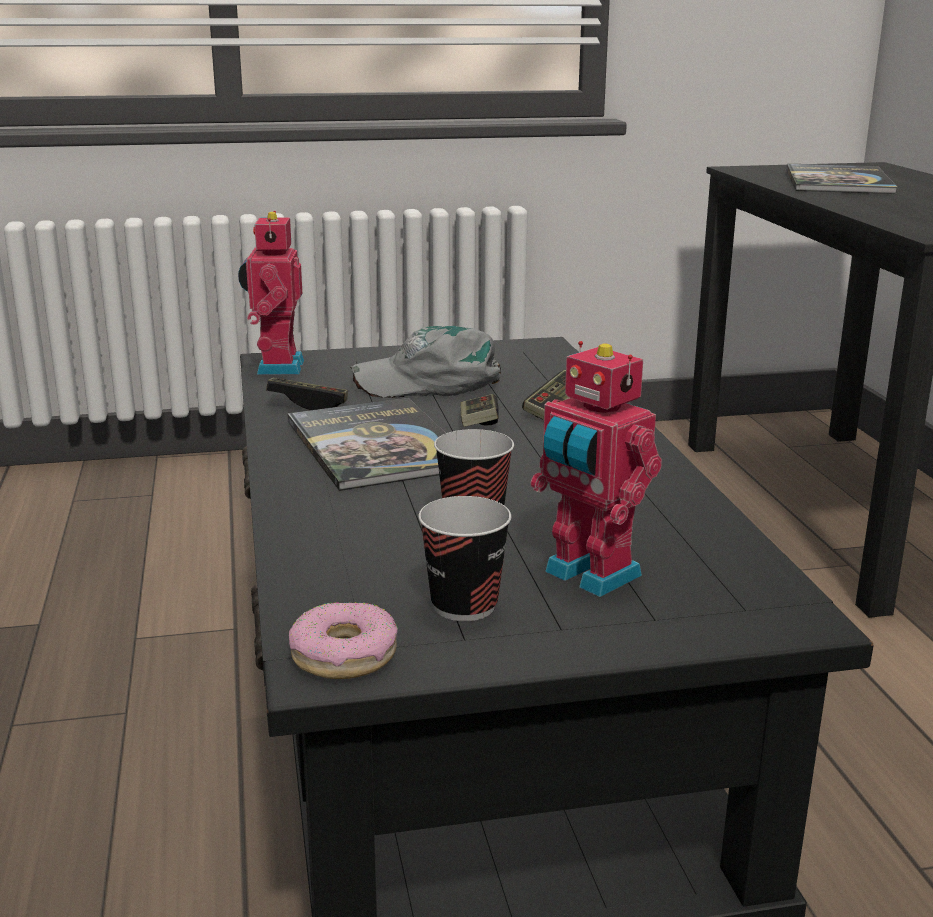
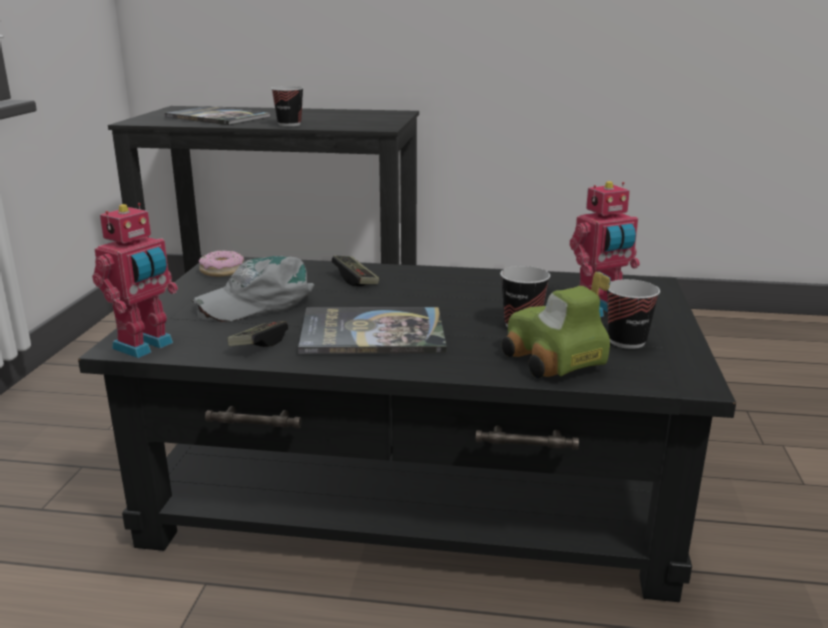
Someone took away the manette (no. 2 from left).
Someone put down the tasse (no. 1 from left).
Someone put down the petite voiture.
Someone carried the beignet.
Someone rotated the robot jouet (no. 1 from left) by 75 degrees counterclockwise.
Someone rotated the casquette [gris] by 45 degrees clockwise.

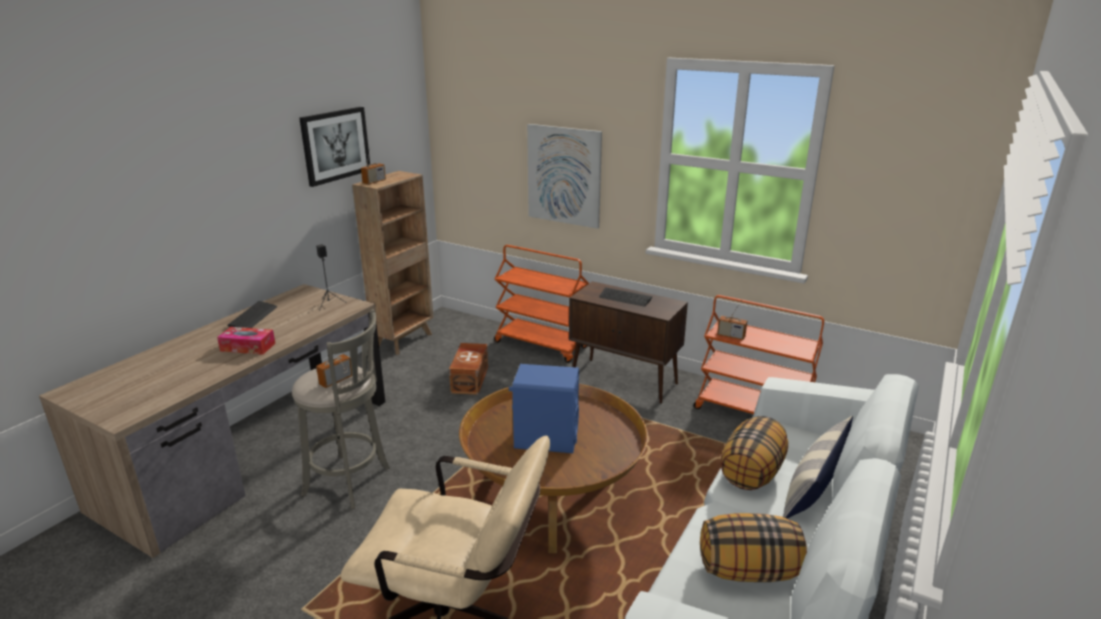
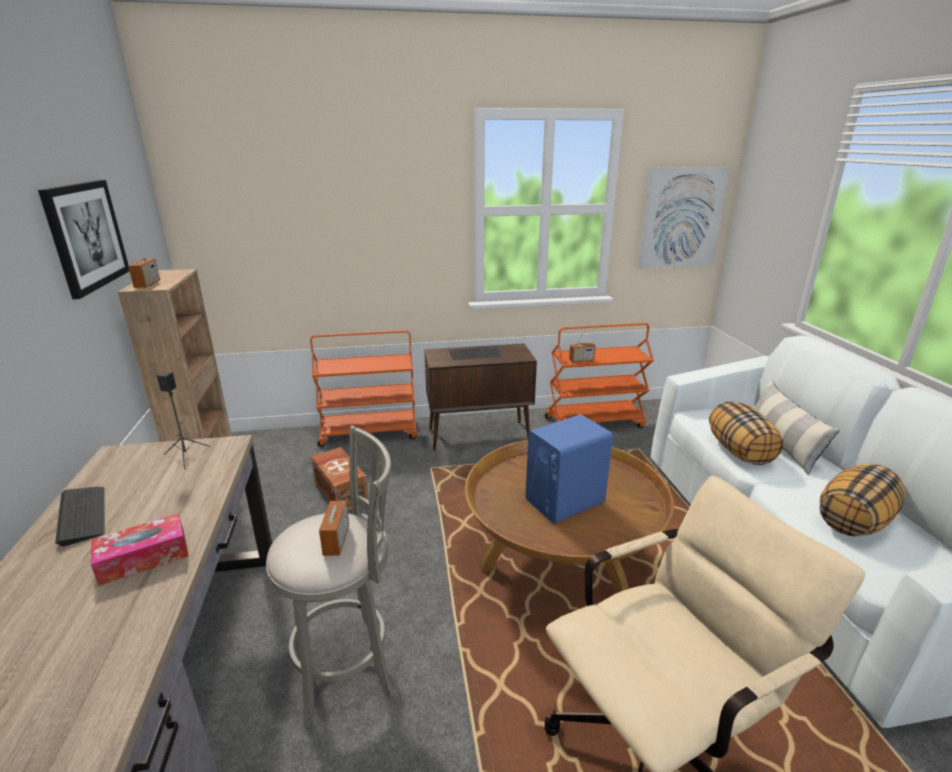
Someone carried the tableau (no. 2 from left).

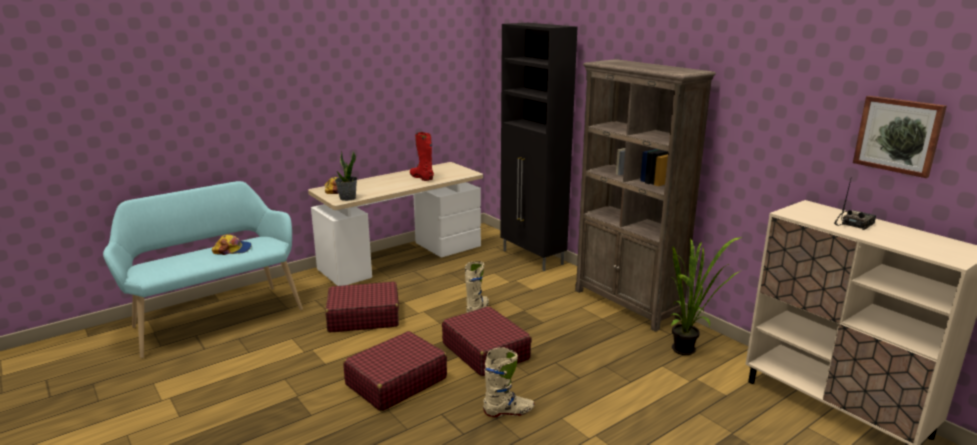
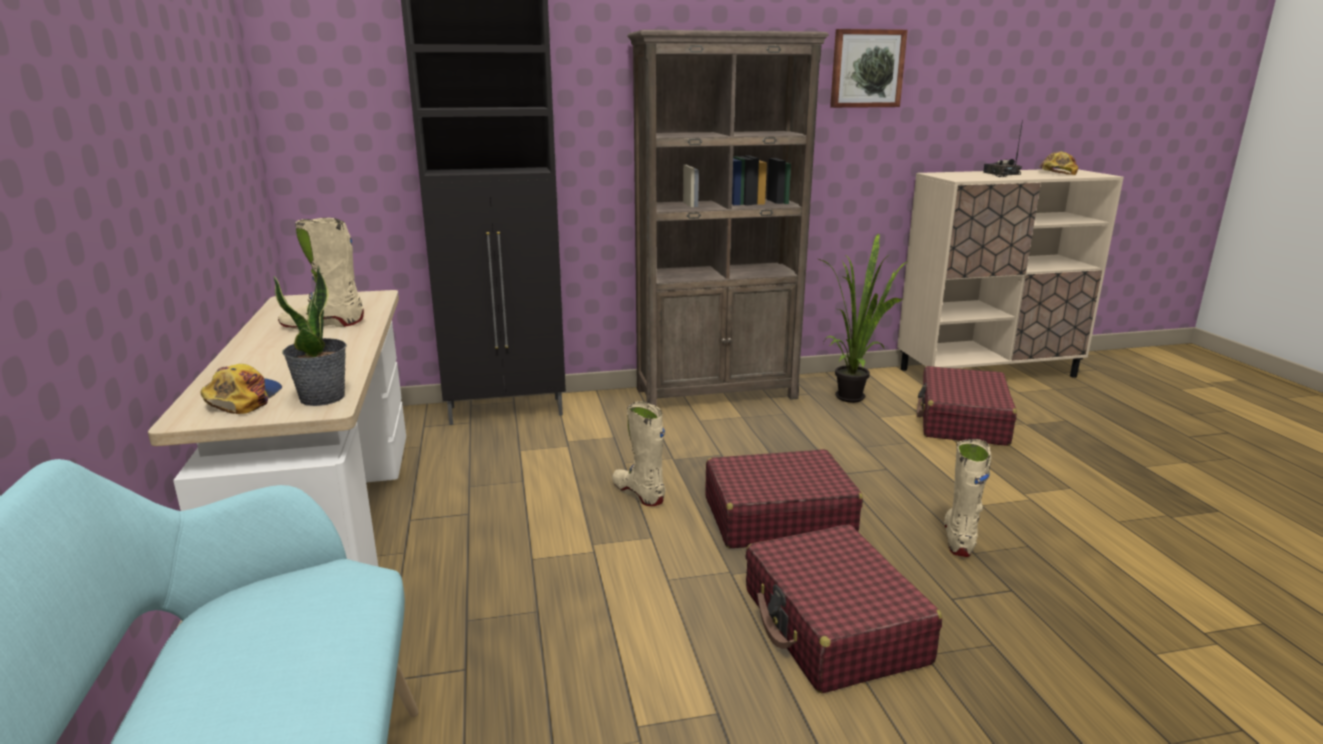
Someone carried the casquette (no. 1 from left in the first image).
Someone carried the valise [rouge] (no. 1 from left in the first image).
Someone carried the tableau.
Someone repainted the botte [rouge], which became the botte [beige] (no. 1 from left).

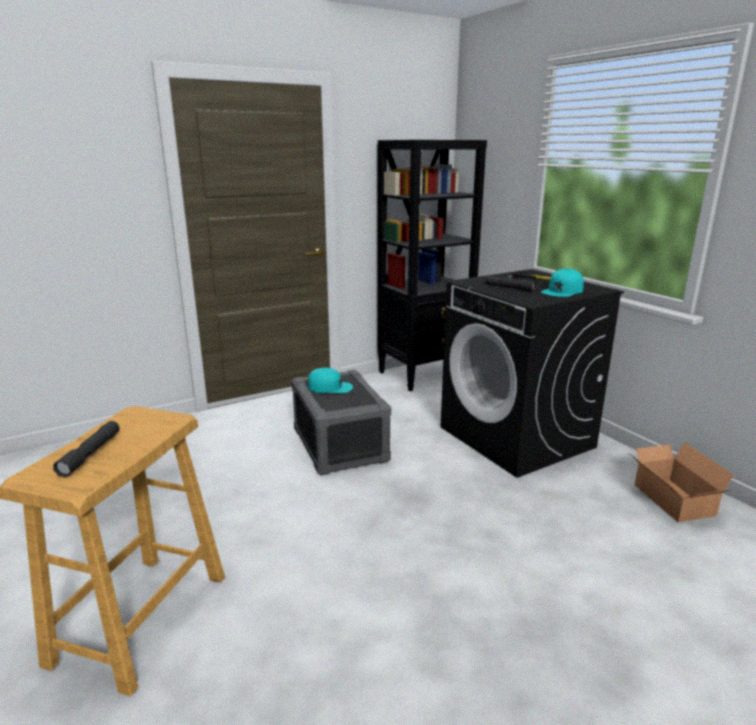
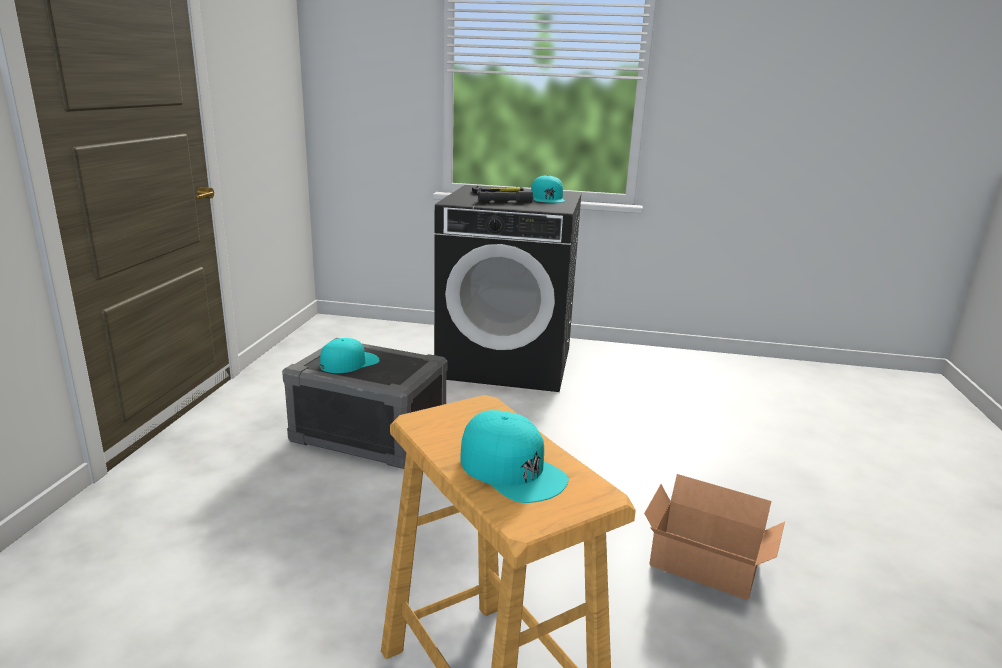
Someone took away the bibliothèque [noir].
Someone carried the carton.
Someone swapped the lampe de poche [gris] (no. 1 from left) for the casquette [turquoise] (no. 2 from left).

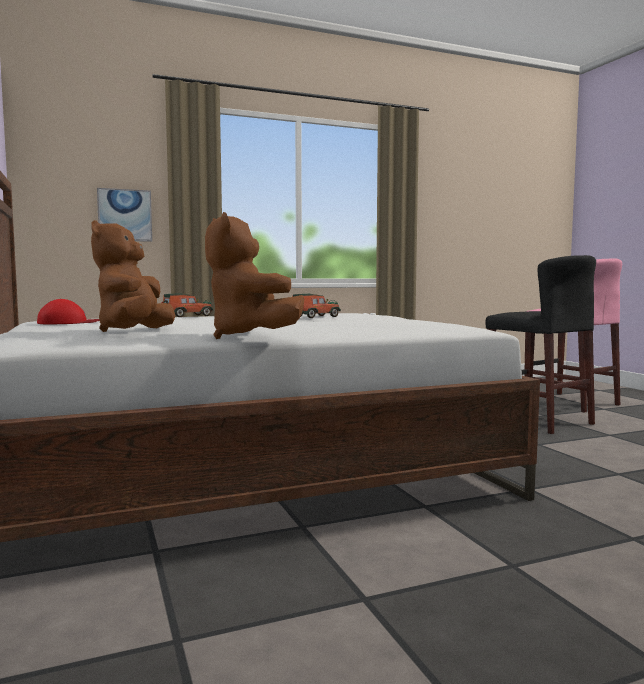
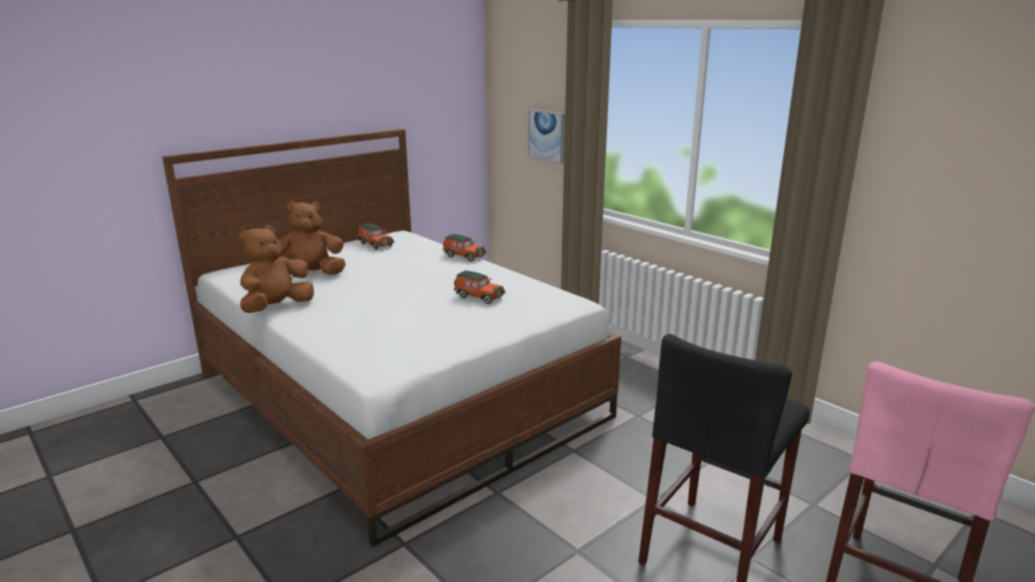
Someone swapped the casquette [rouge] for the petite voiture (no. 1 from left).

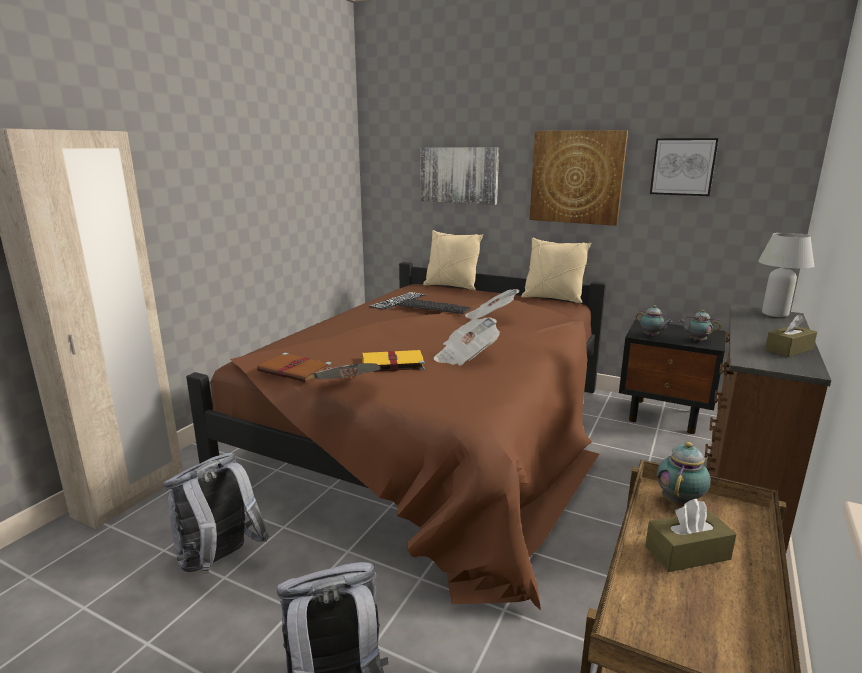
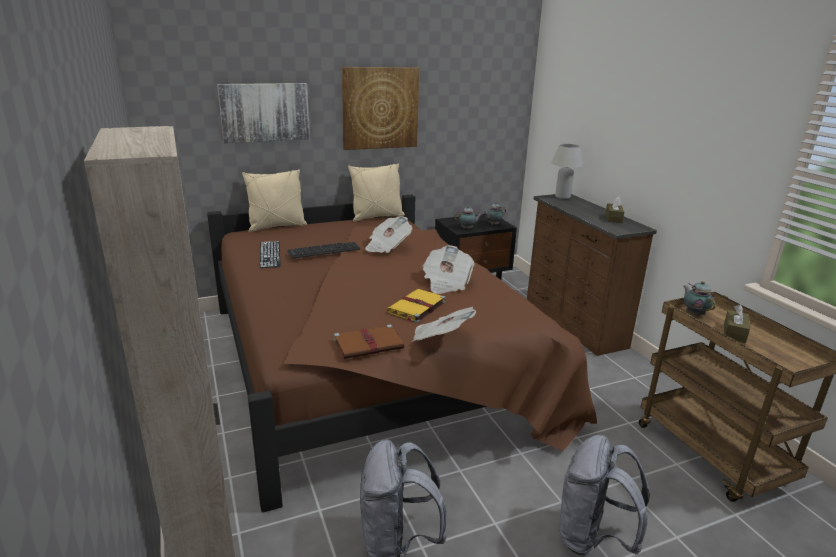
Someone took away the tableau (no. 3 from left).

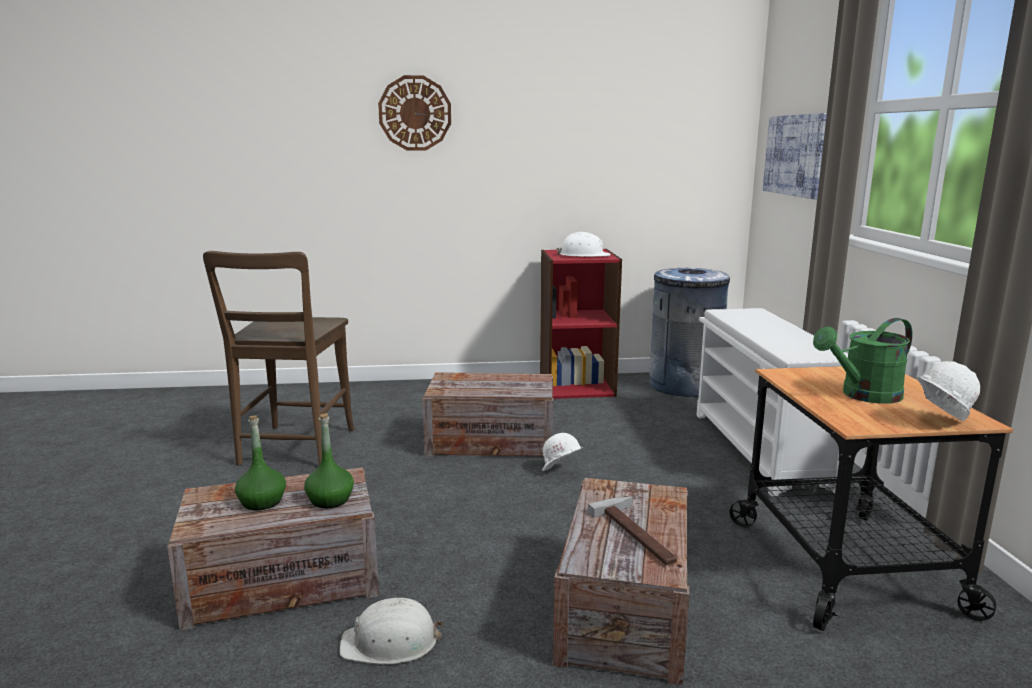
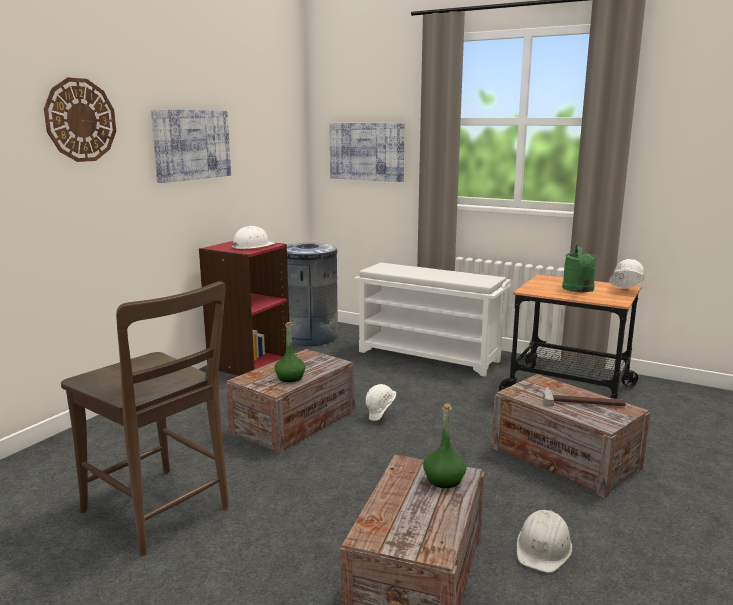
Someone put up the tableau (no. 1 from left).
Someone carried the bouteille [vert] (no. 1 from left).

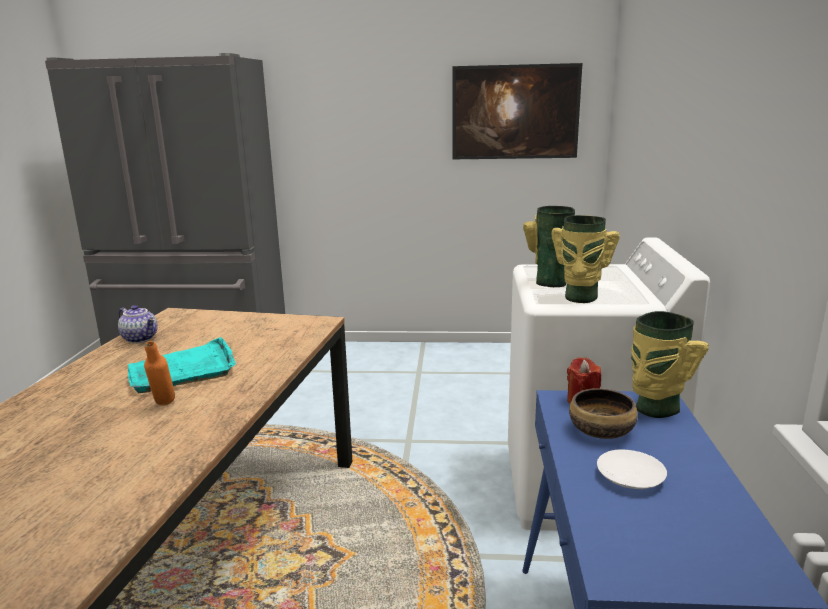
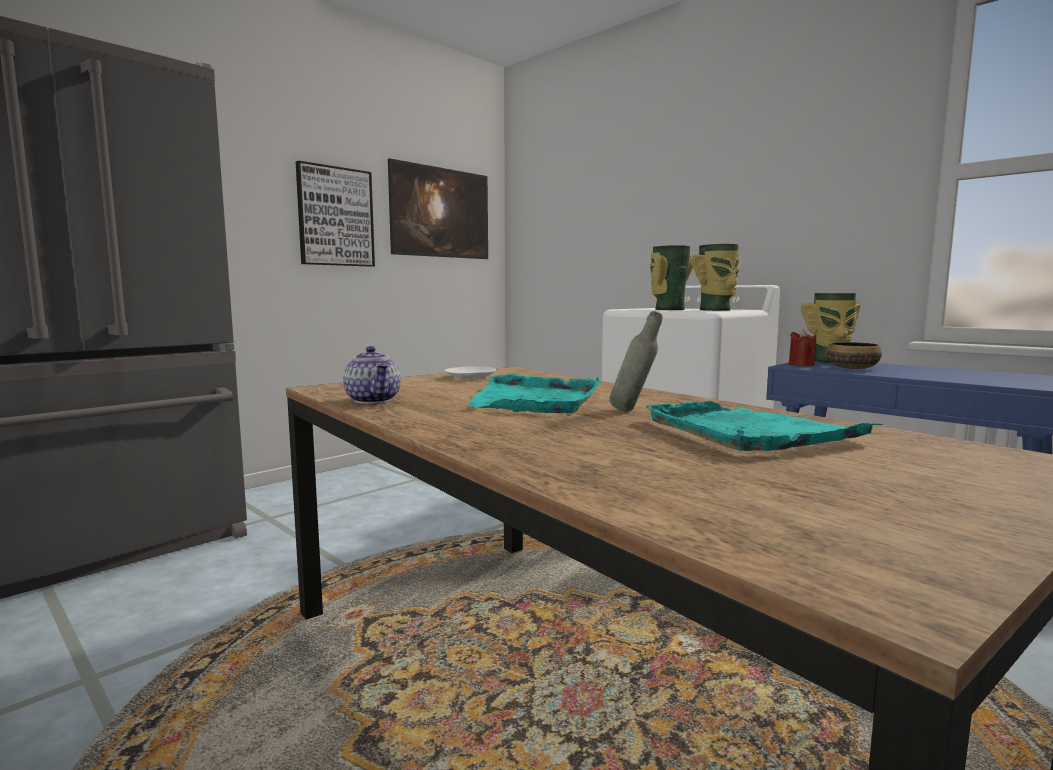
Someone put up the tableau (no. 1 from left).
Someone put down the plateau [turquoise] (no. 2 from left).
Someone carried the assiette [blanc].
Someone repainted the bouteille [orange], which became the bouteille [gris].
Someone rotated the théière by 75 degrees clockwise.

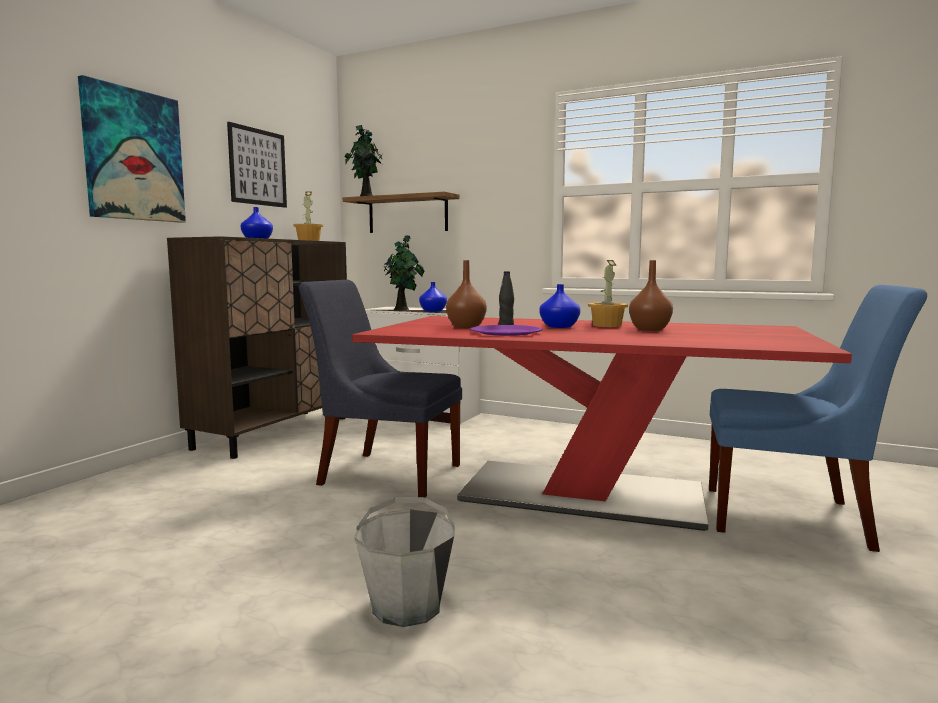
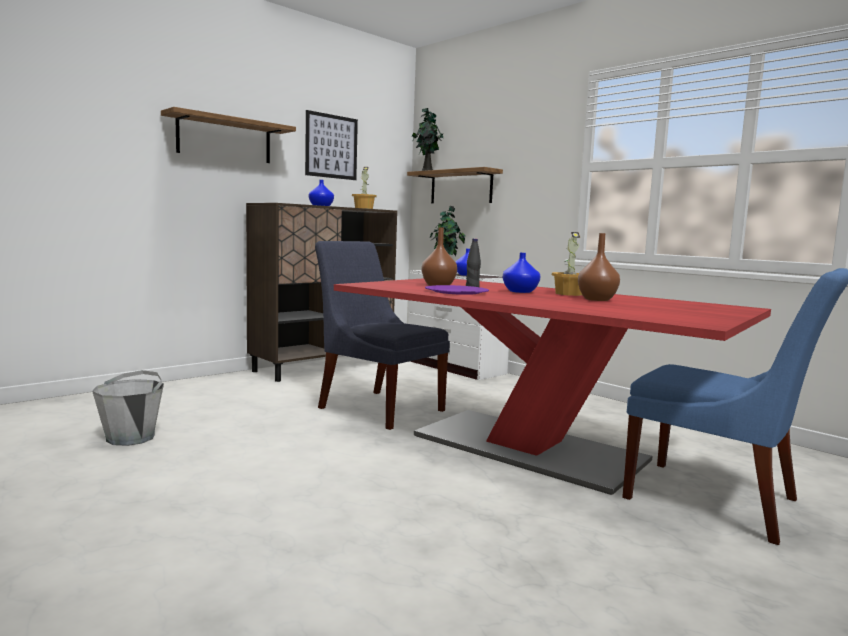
Someone carried the seau [gris].
Someone swapped the tableau (no. 1 from left) for the étagère (no. 1 from left).

